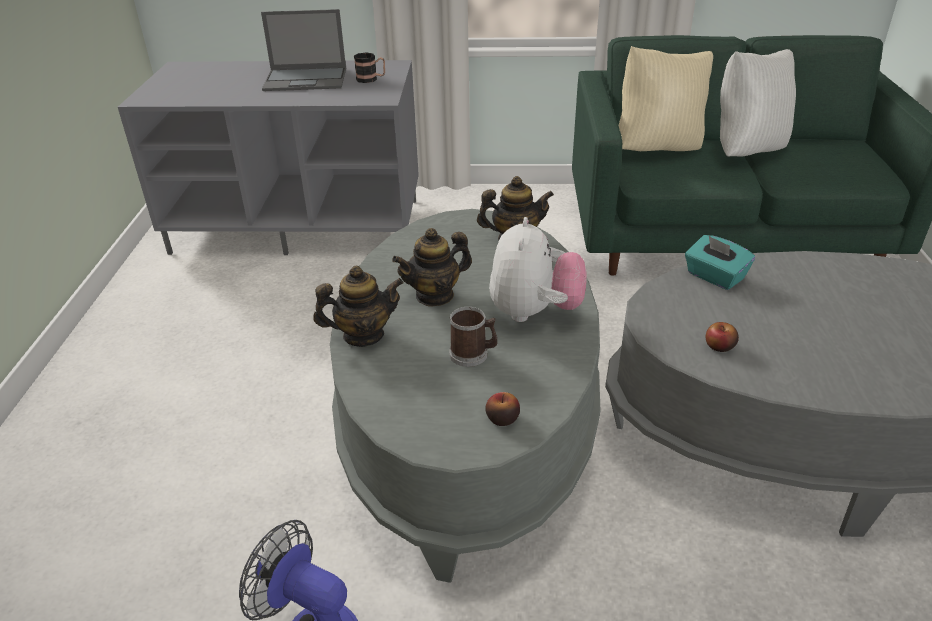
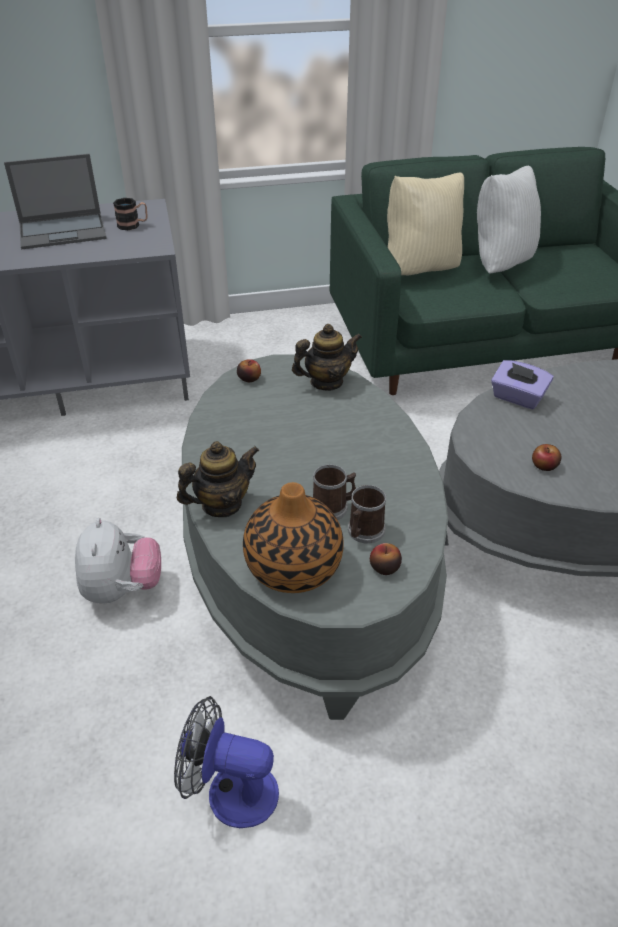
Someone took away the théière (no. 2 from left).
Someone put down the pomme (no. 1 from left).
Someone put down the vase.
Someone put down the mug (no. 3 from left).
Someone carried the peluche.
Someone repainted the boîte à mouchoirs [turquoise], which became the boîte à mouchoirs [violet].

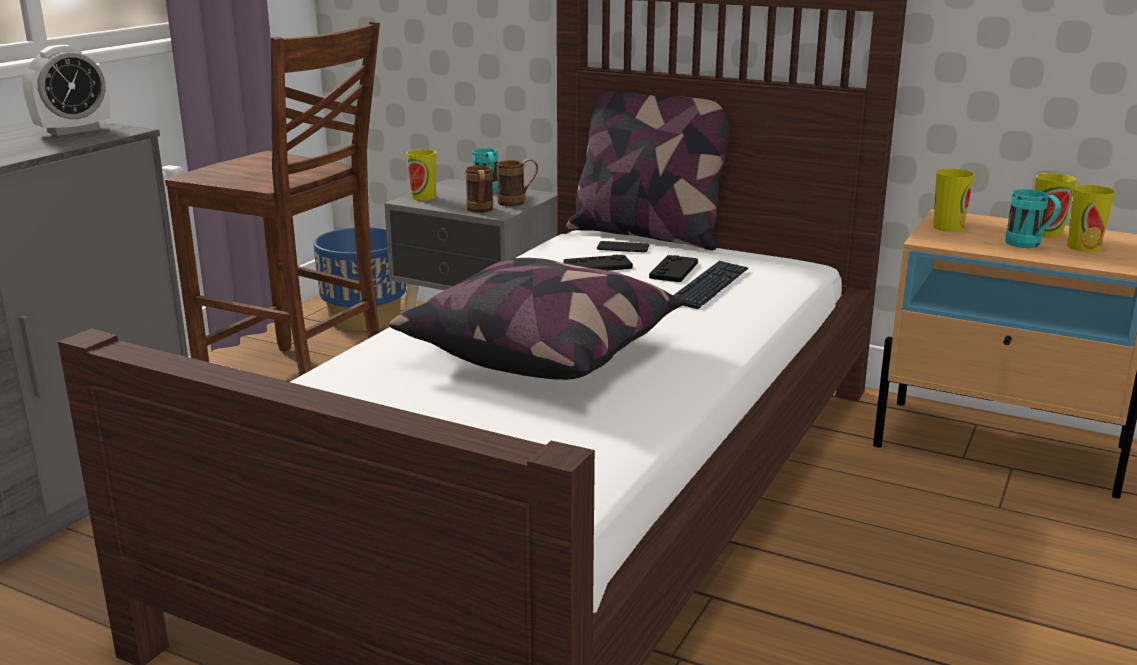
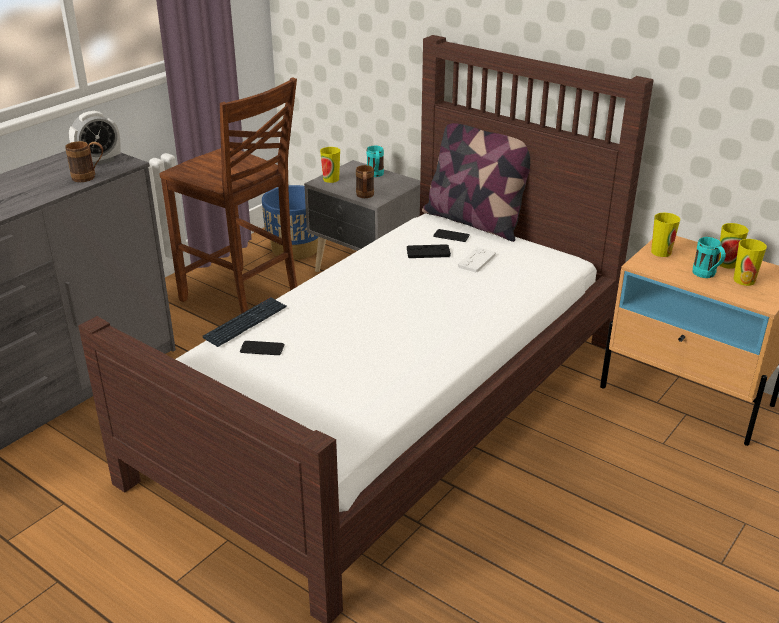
Someone took away the coussin (no. 1 from left).
Someone put down the téléphone (no. 1 from left).
Someone carried the mug [marron] (no. 2 from left in the first image).
Someone carried the clavier.
Someone repainted the manette [noir] (no. 2 from left), which became the manette [blanc].

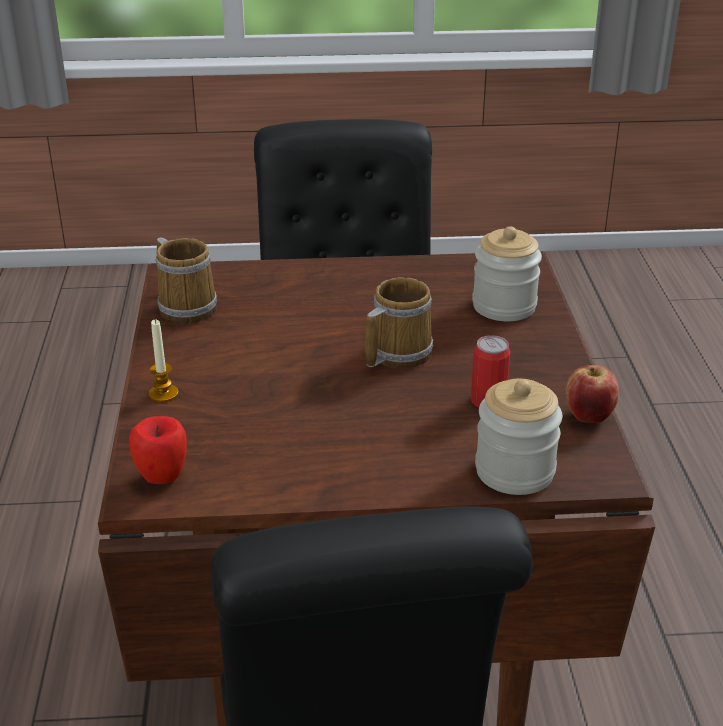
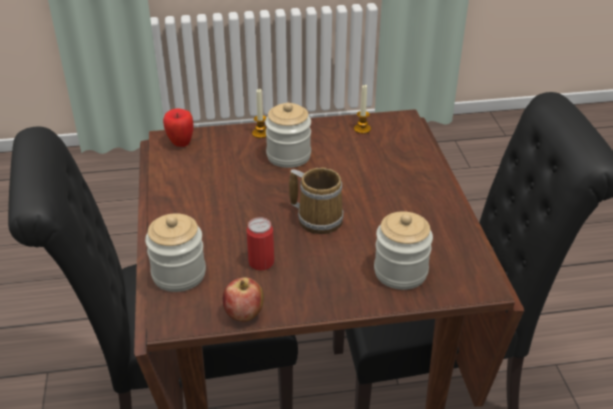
Someone put down the bocal (no. 2 from left).
Someone swapped the mug (no. 1 from left) for the bougie (no. 2 from left).

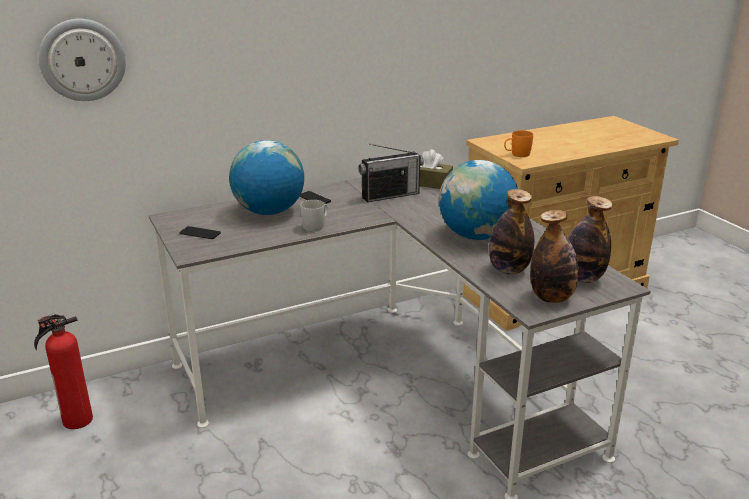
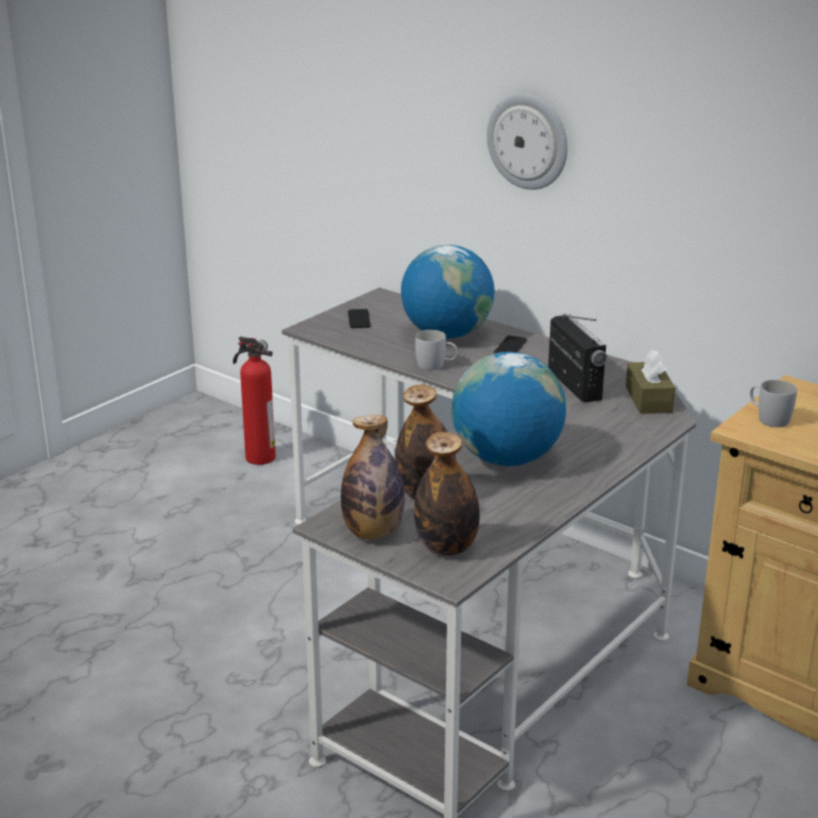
Someone carried the horloge murale.
Someone repainted the mug [orange], which became the mug [blanc] (no. 2 from left).
Someone rotated the radio by 150 degrees counterclockwise.

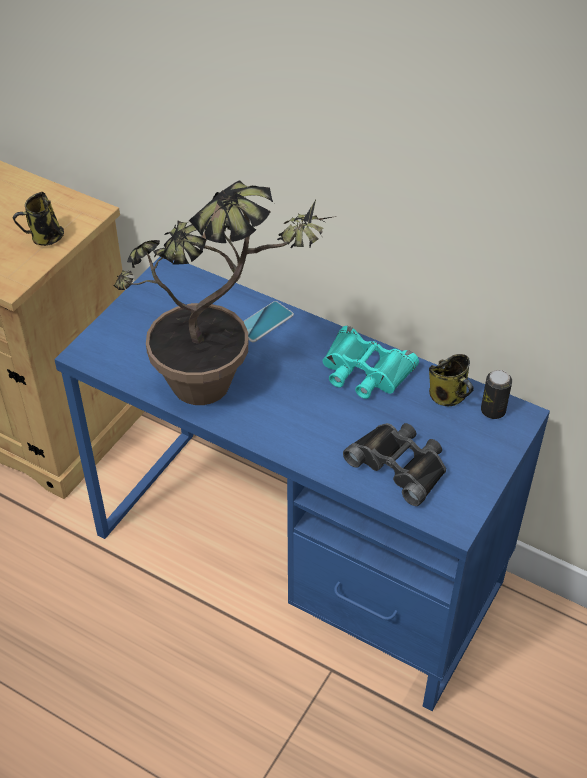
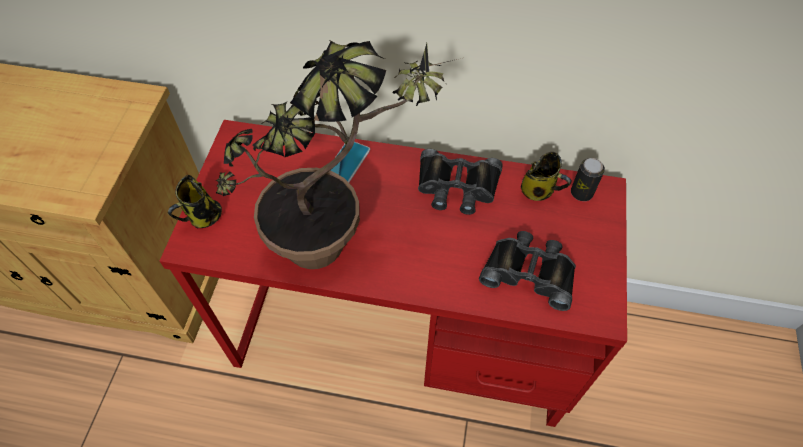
Someone carried the mug (no. 1 from left).
Someone repainted the bureau [bleu], which became the bureau [rouge].
Someone repainted the jumelles [turquoise], which became the jumelles [noir] (no. 1 from left).

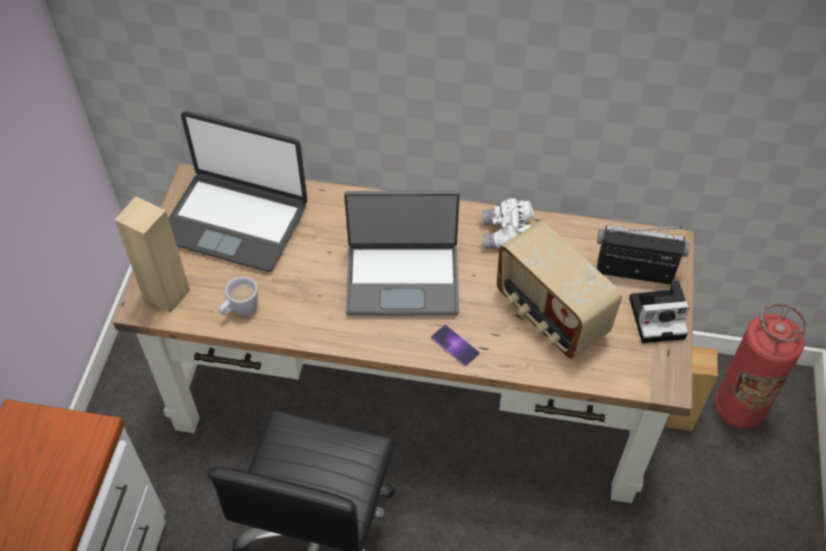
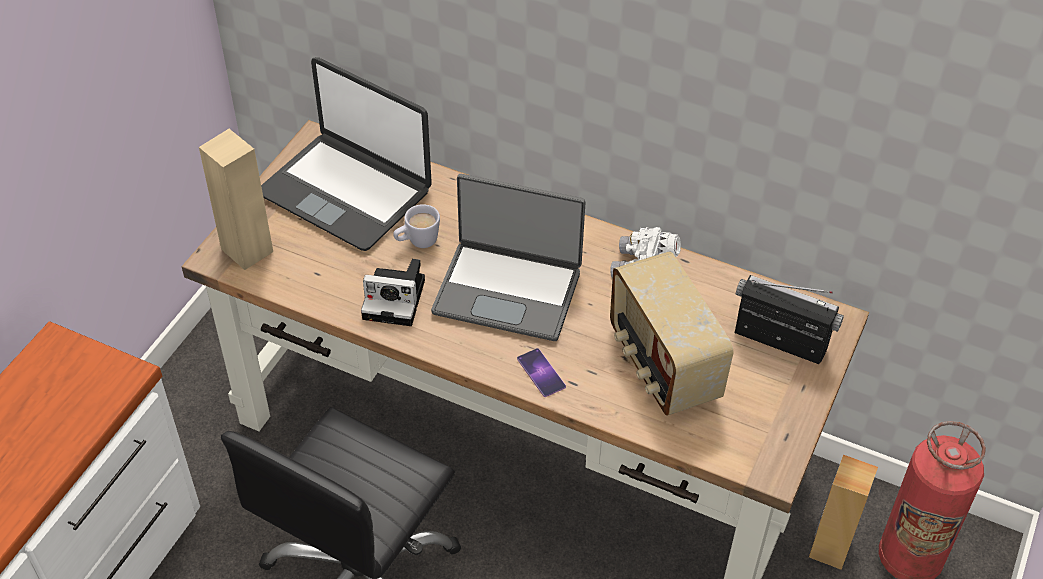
Someone carried the mug [blanc].
Someone carried the appareil photo.

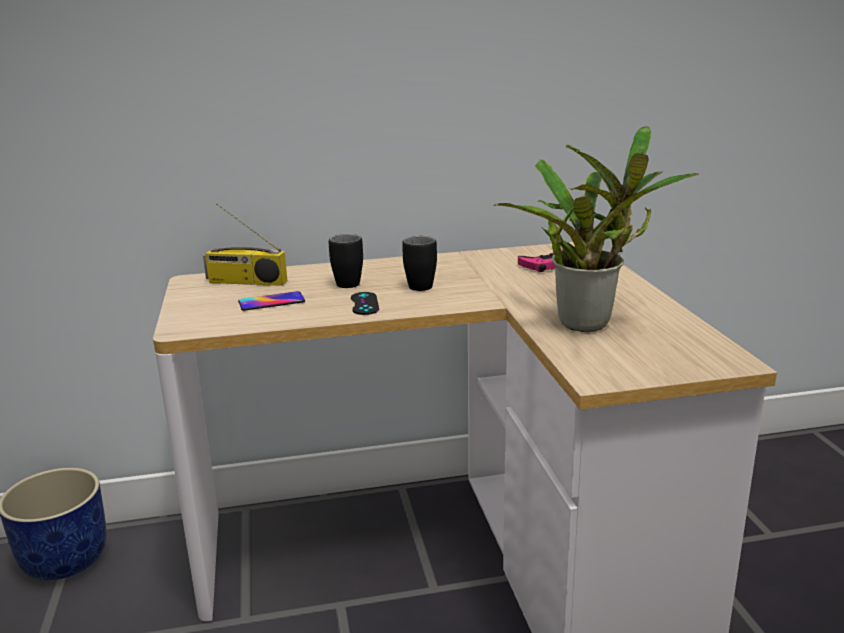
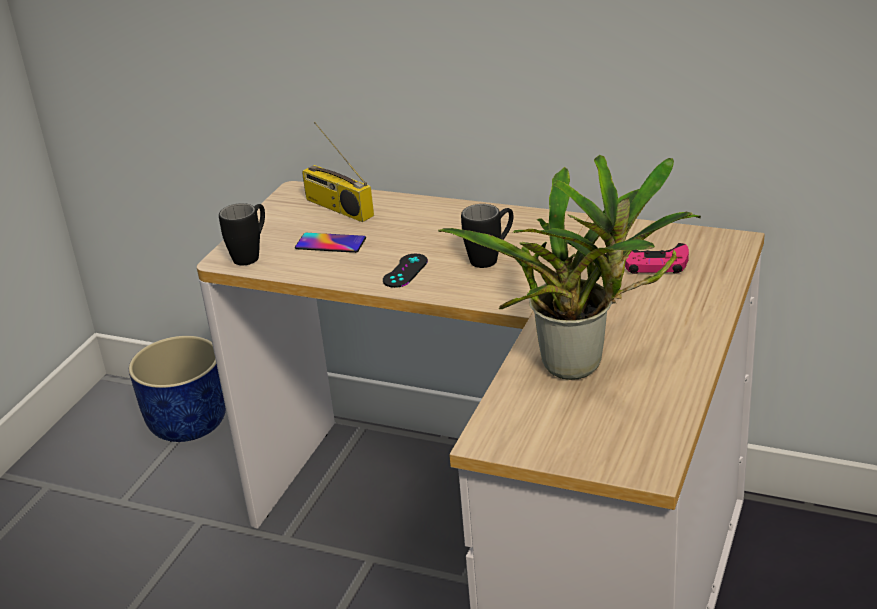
Someone carried the mug [noir] (no. 1 from left).

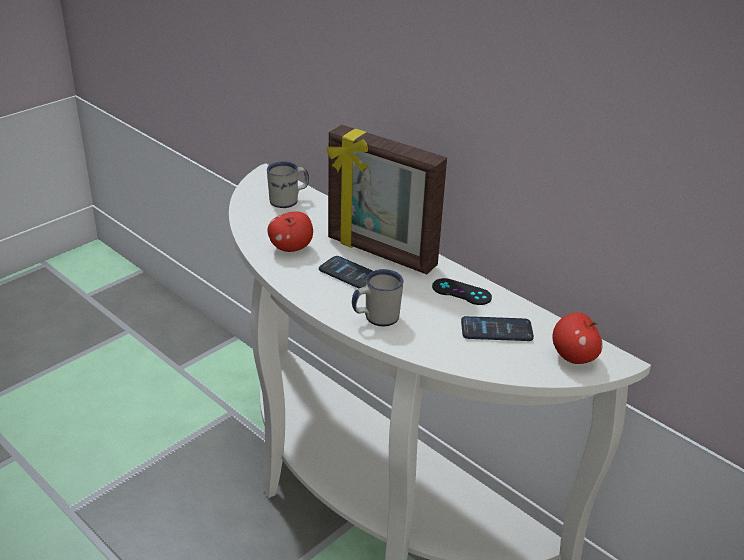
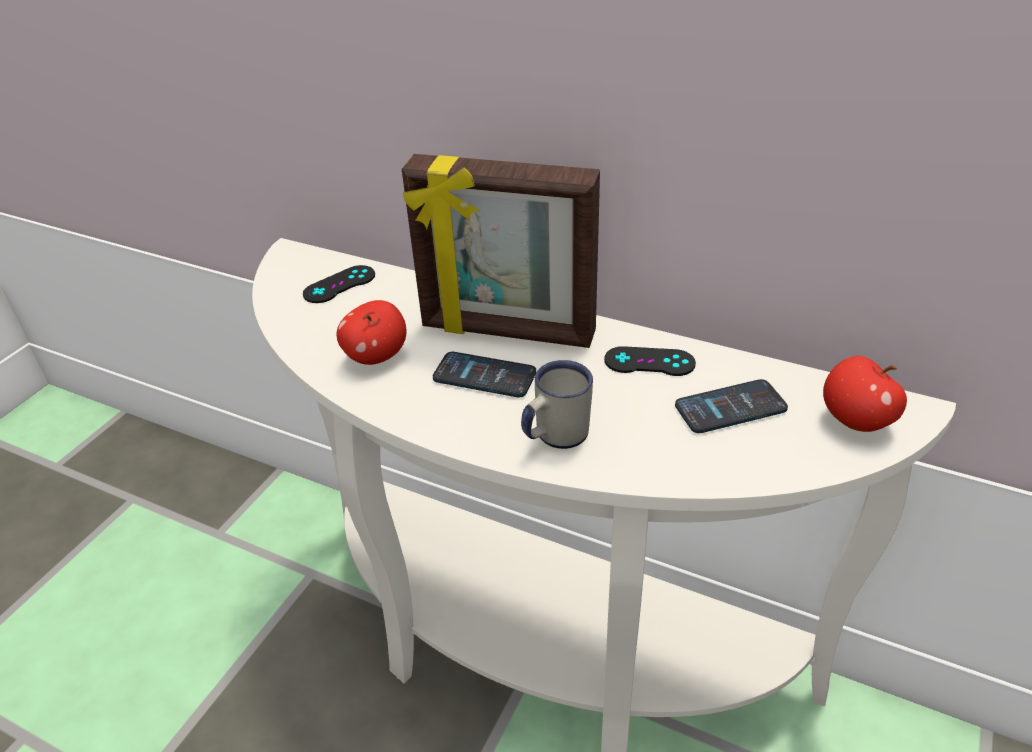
Someone swapped the mug [blanc] (no. 1 from left) for the manette [noir] (no. 1 from left).

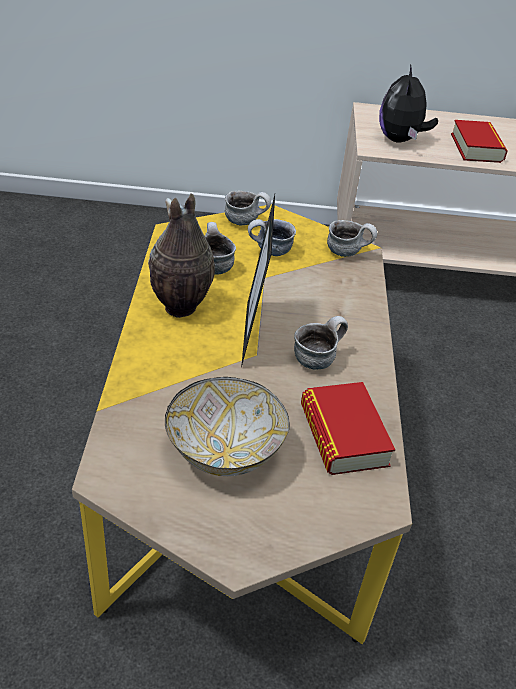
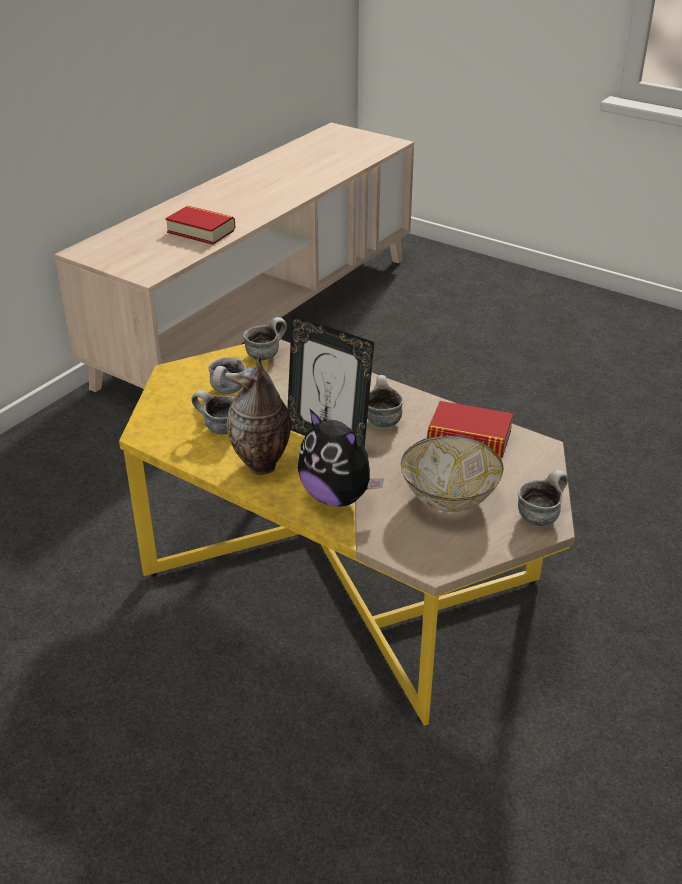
Someone carried the mug (no. 2 from left in the first image).
Someone carried the peluche.

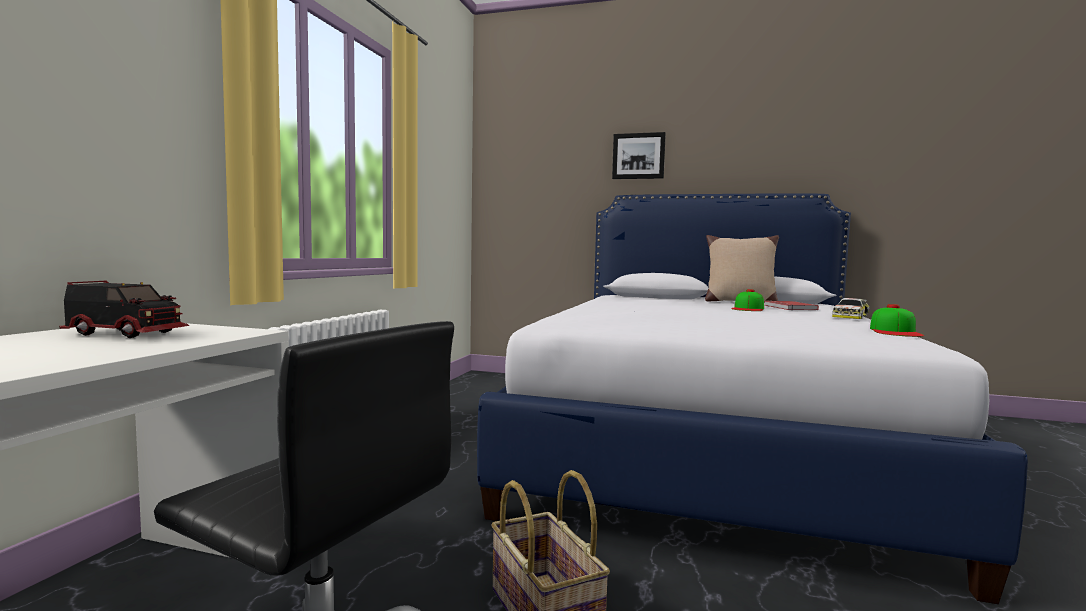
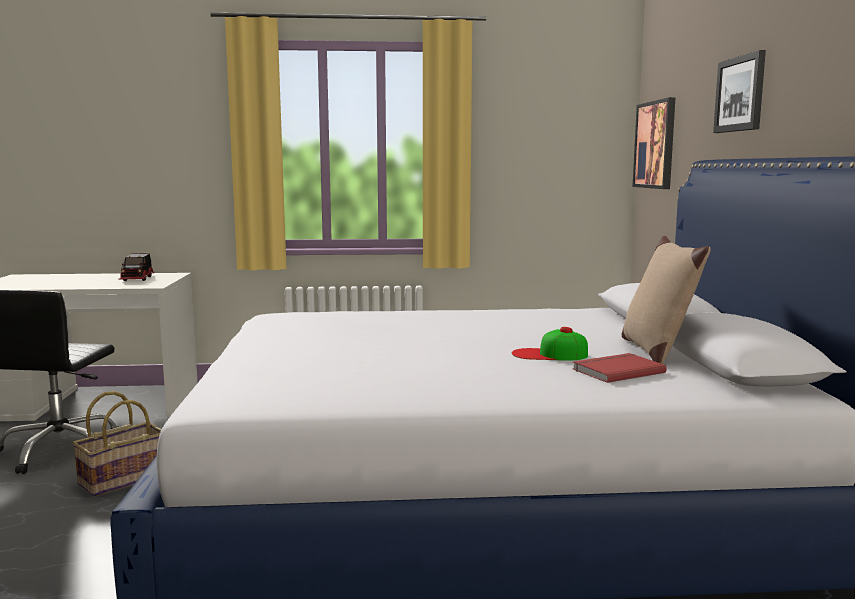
Someone took away the petite voiture.
Someone took away the casquette (no. 2 from left).
Someone put up the tableau (no. 1 from left).

